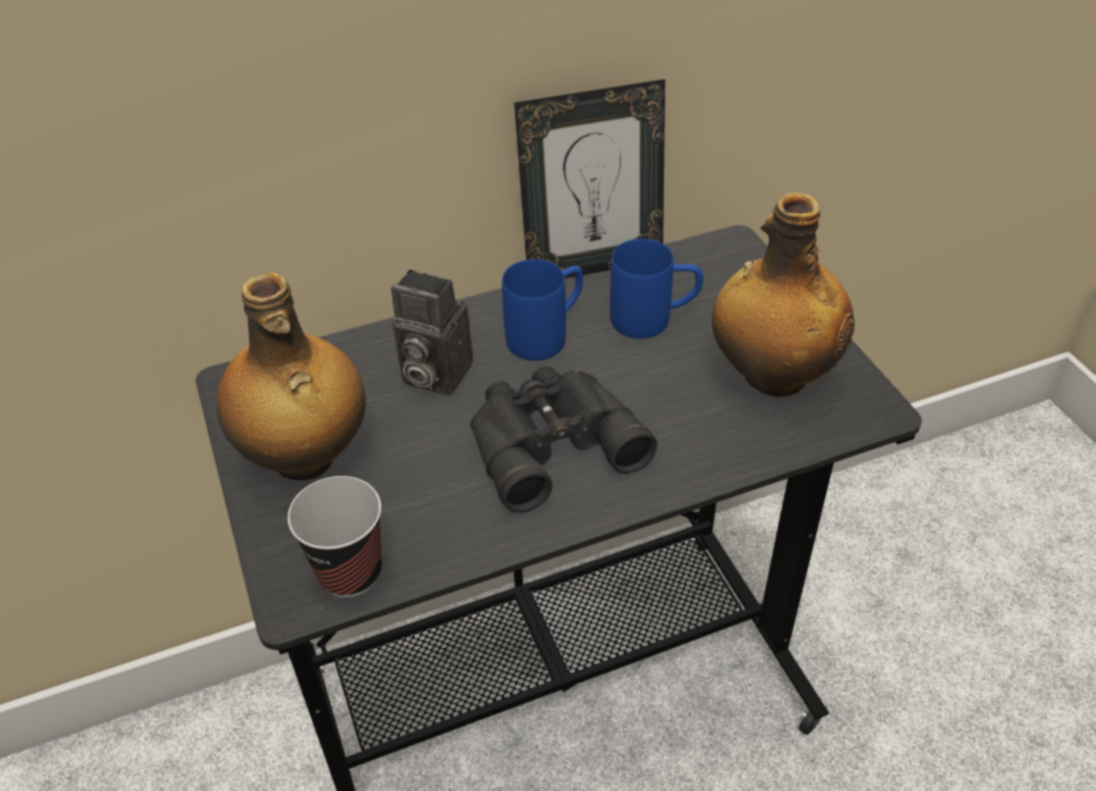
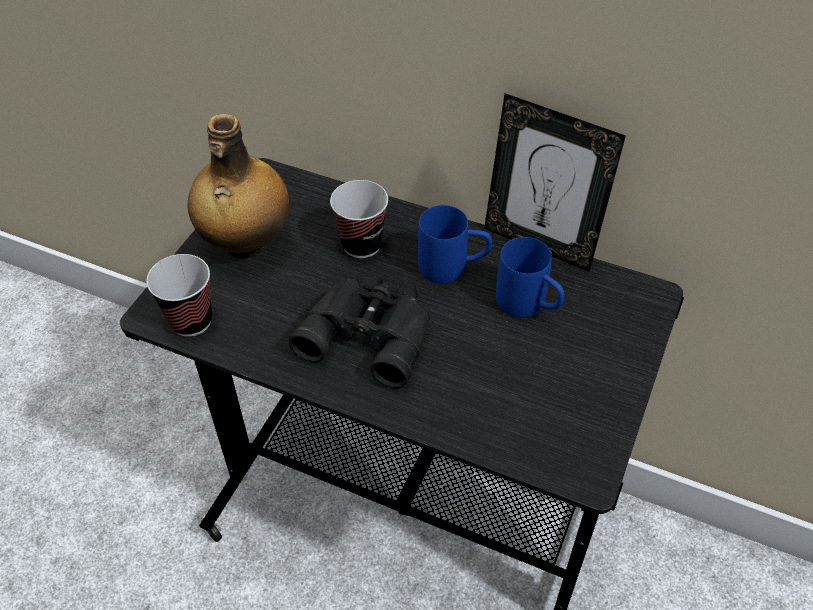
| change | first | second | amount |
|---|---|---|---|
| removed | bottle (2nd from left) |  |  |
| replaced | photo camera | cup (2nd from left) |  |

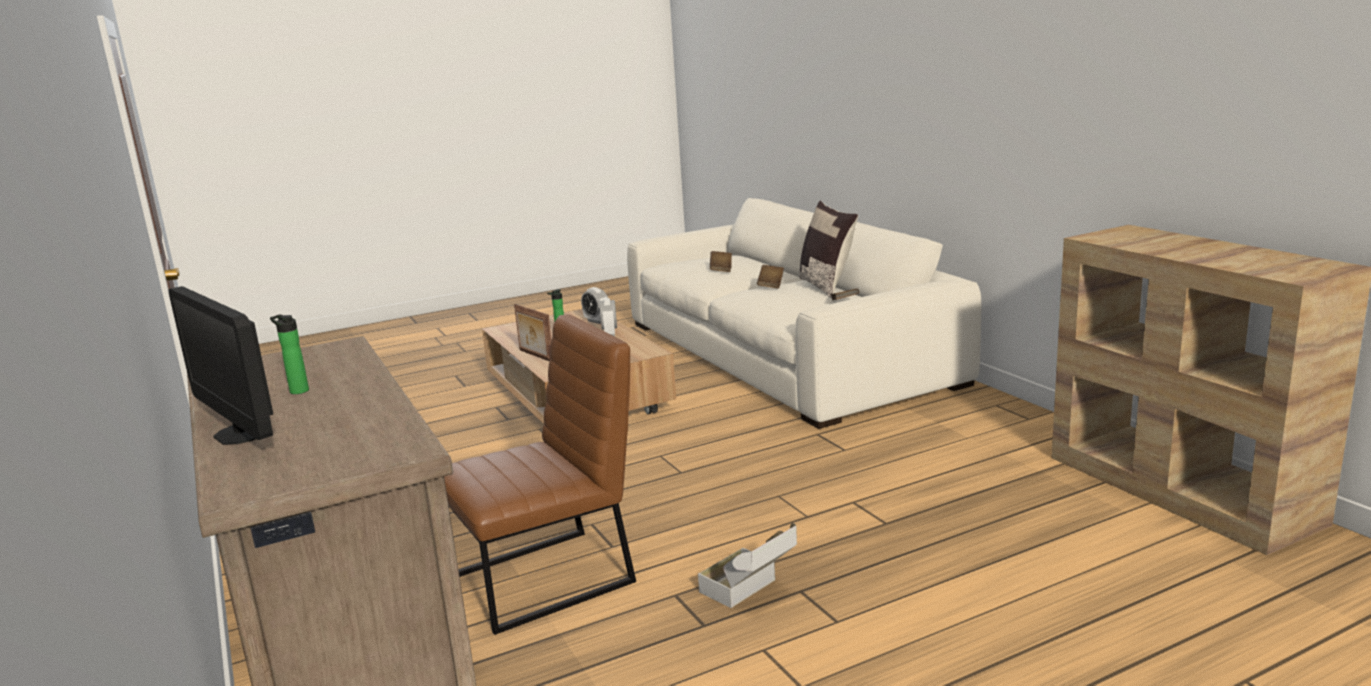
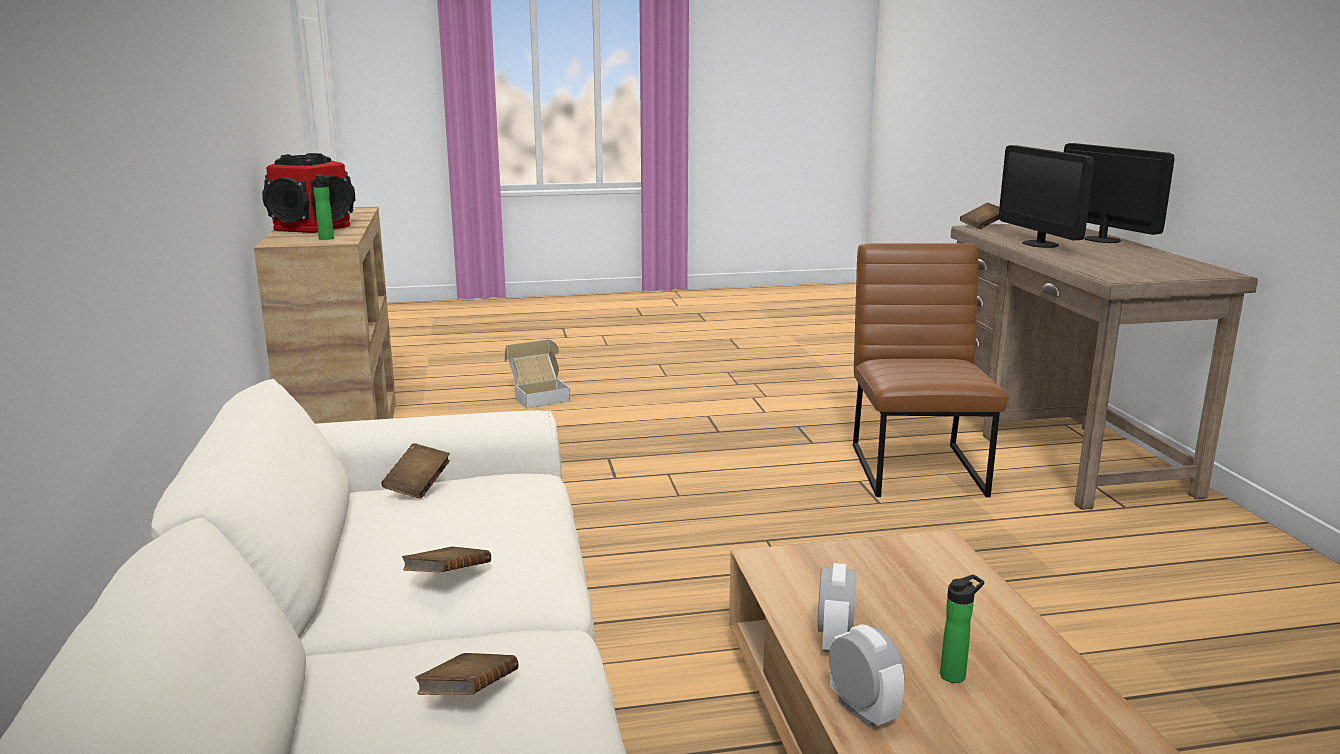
| change | first | second | amount |
|---|---|---|---|
| removed | picture frame |  |  |
| removed | pillow |  |  |
| added |  | speaker |  |
| added |  | book (brown) (4th from left) |  |
| added |  | monitor (1st from left) |  |
| moved | bottle (1st from left) |  |  |
| moved | cardboard box |  |  |
| turned | chair (brown) |  | 105 degrees clockwise |

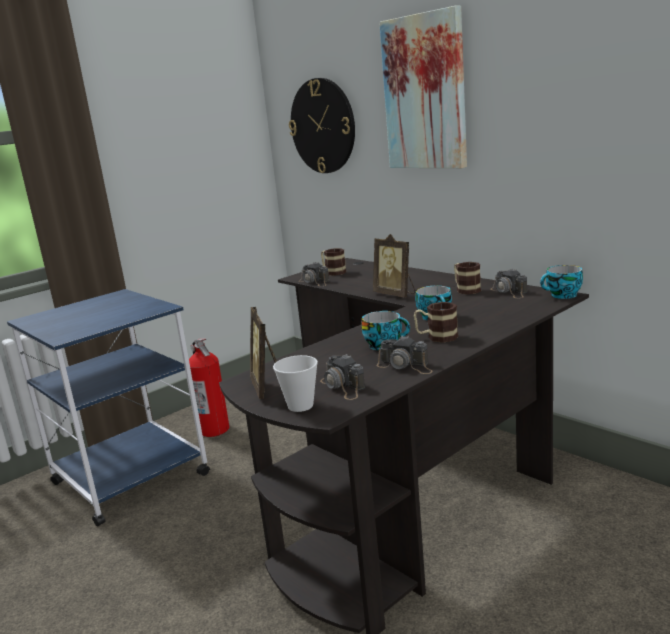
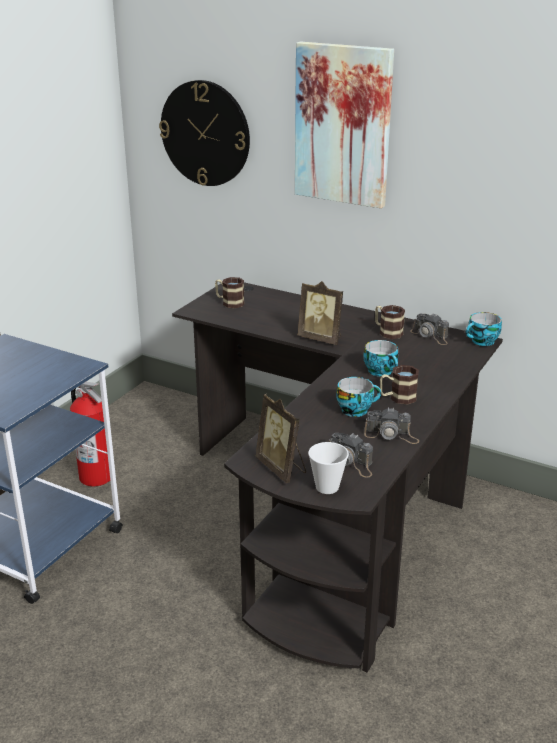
| change | first | second | amount |
|---|---|---|---|
| removed | photo camera (1st from left) |  |  |

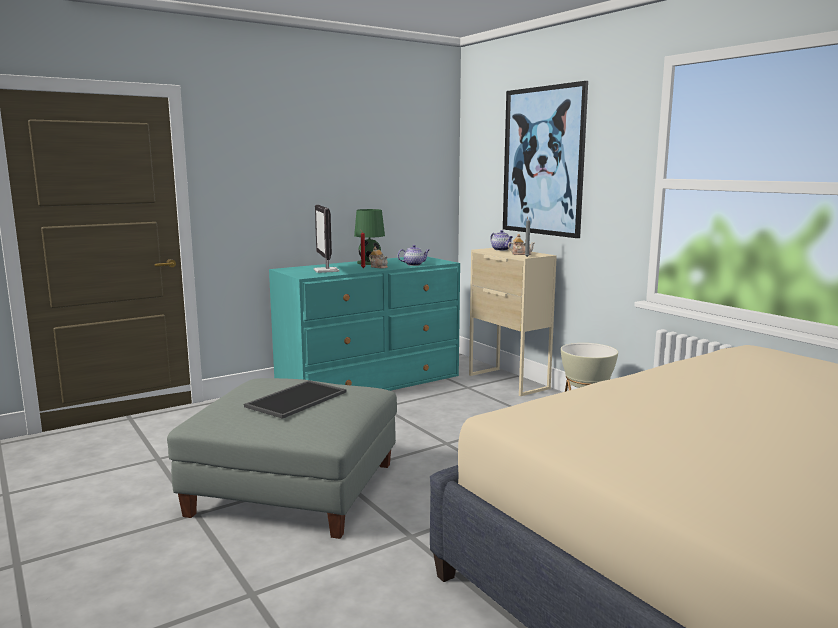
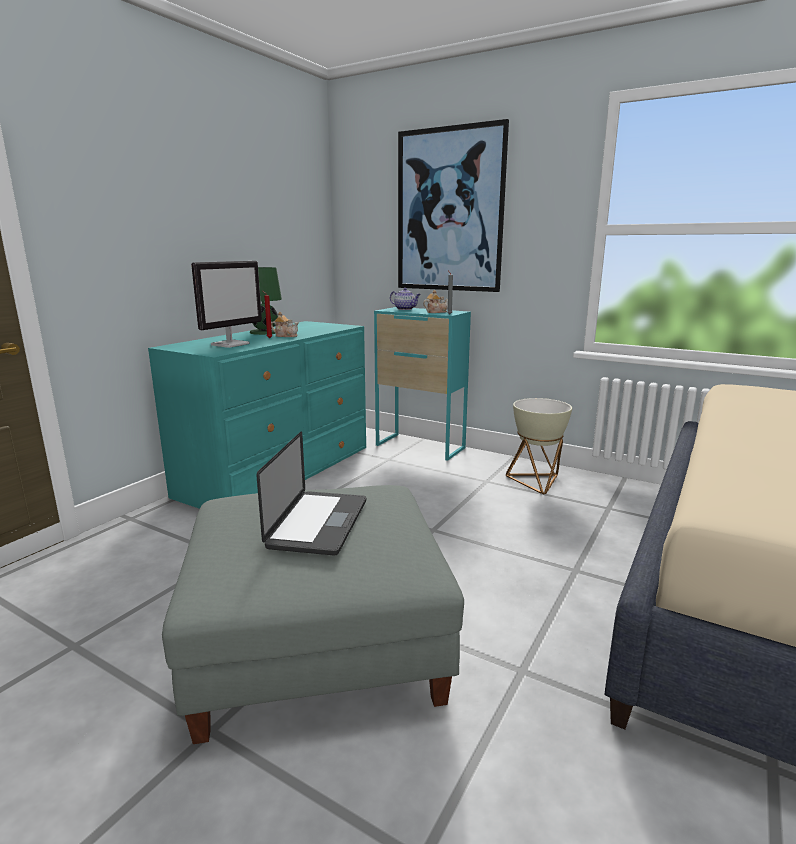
| change | first | second | amount |
|---|---|---|---|
| removed | teapot (2nd from left) |  |  |
| replaced | tray | laptop |  |
| recoloured | cabinet (beige) | cabinet (turquoise) |  |
| turned | monitor |  | 105 degrees counterclockwise |

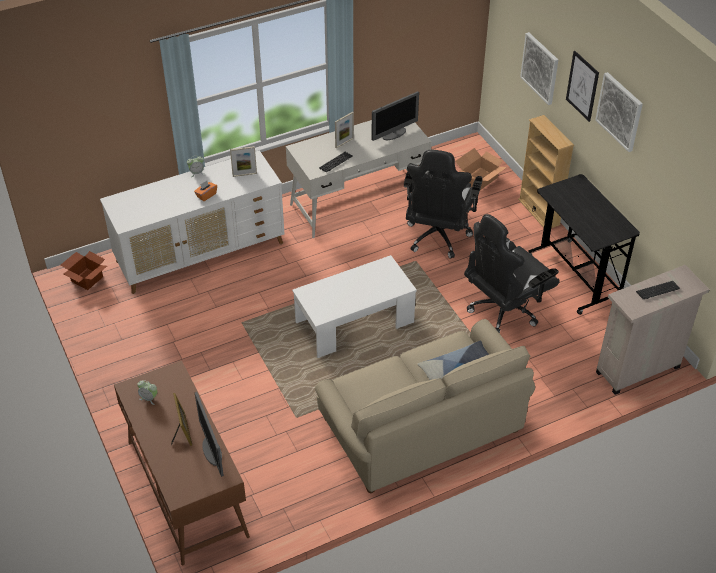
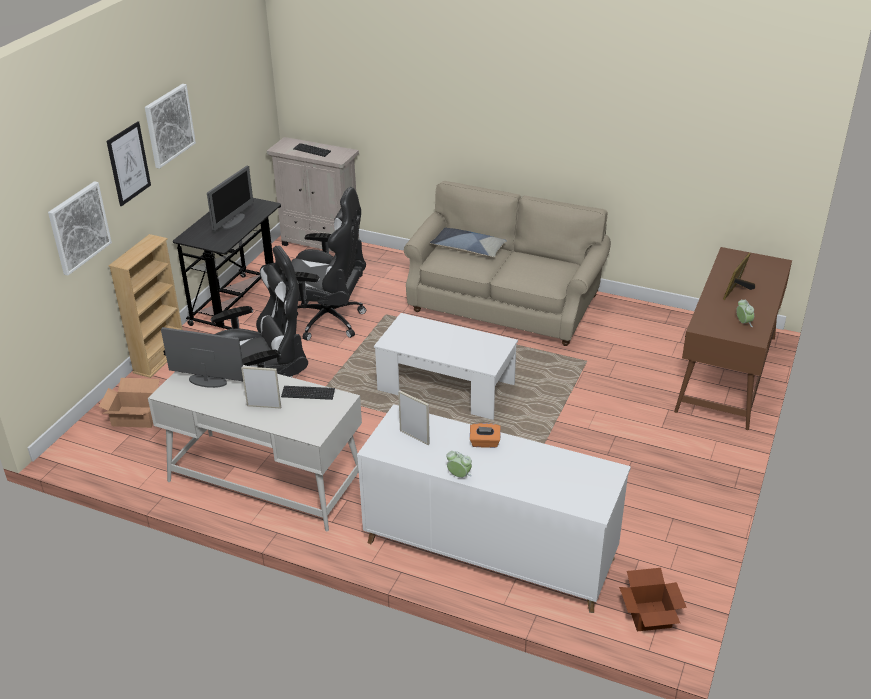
| change | first | second | amount |
|---|---|---|---|
| moved | monitor (1st from left in the first image) | monitor (2nd from left) |  |

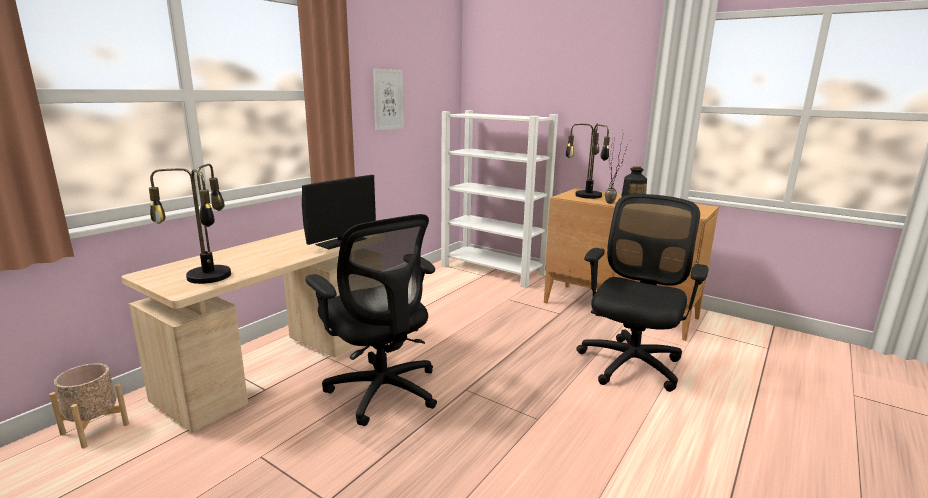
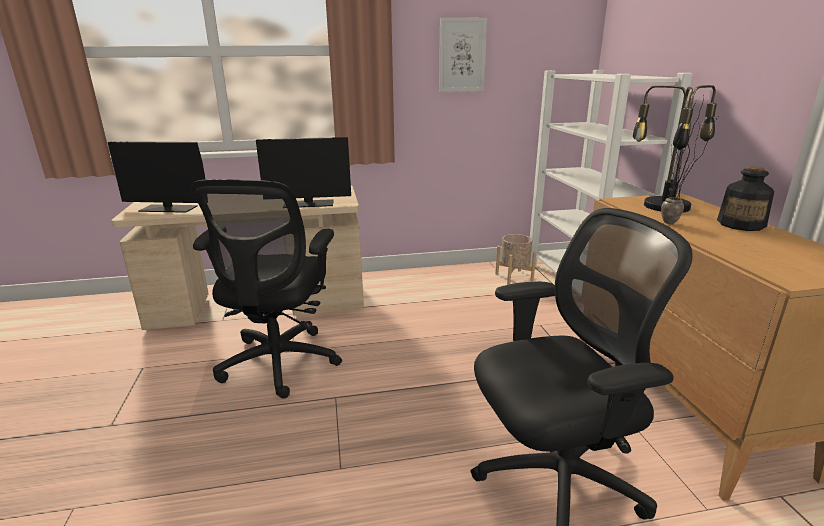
| change | first | second | amount |
|---|---|---|---|
| moved | planter (beige) |  |  |
| replaced | table lamp (1st from left) | monitor (1st from left) |  |

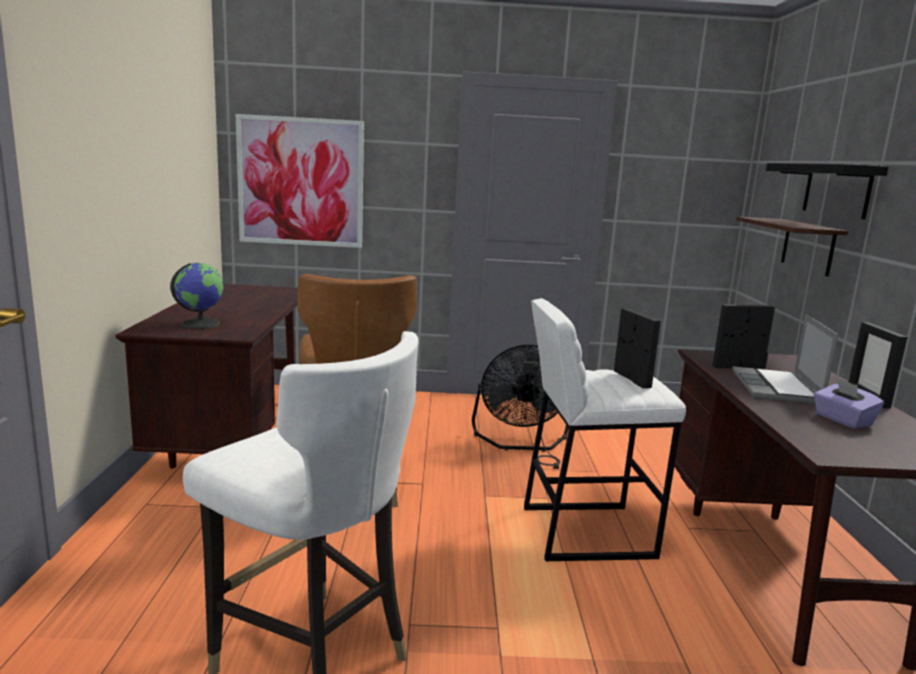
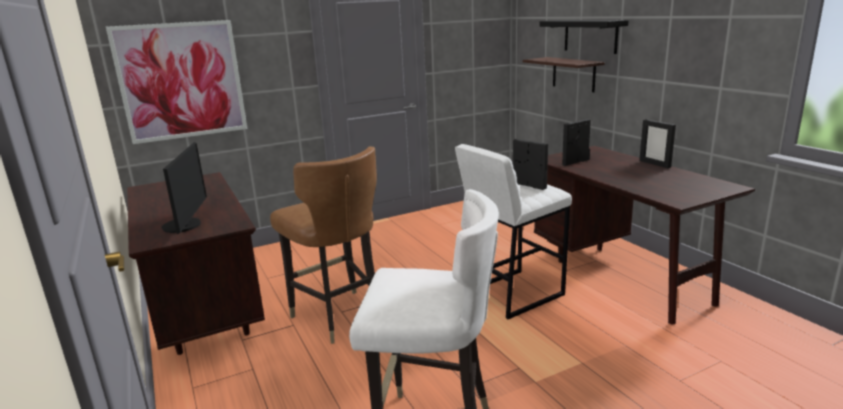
| change | first | second | amount |
|---|---|---|---|
| removed | fan (black) |  |  |
| removed | laptop |  |  |
| removed | tissue box (purple) |  |  |
| replaced | globe | monitor |  |

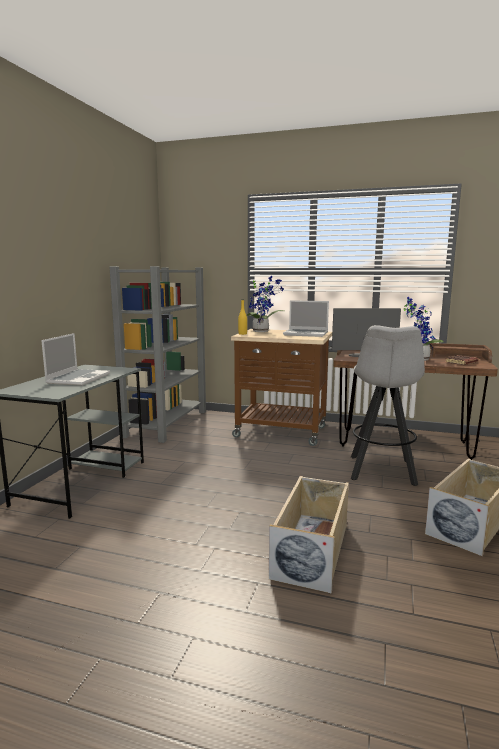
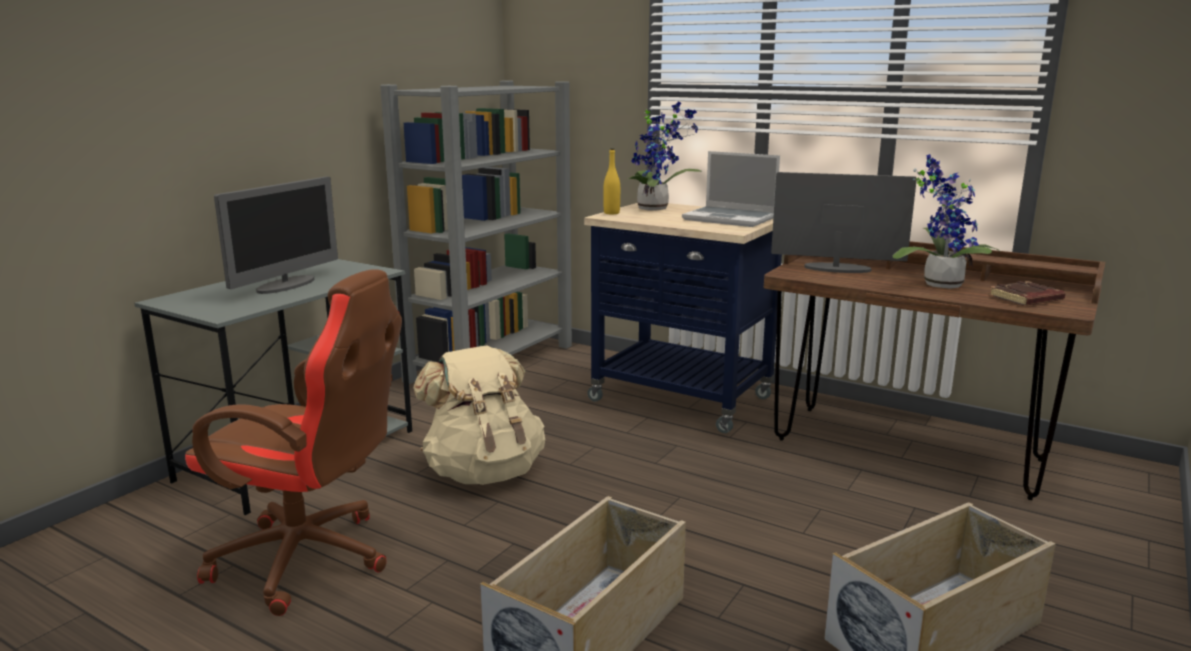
| change | first | second | amount |
|---|---|---|---|
| removed | stool (grey) |  |  |
| added |  | office chair (brown) |  |
| added |  | backpack (beige) |  |
| replaced | laptop (1st from left) | monitor (1st from left) |  |
| recoloured | cart (brown) | cart (blue) |  |

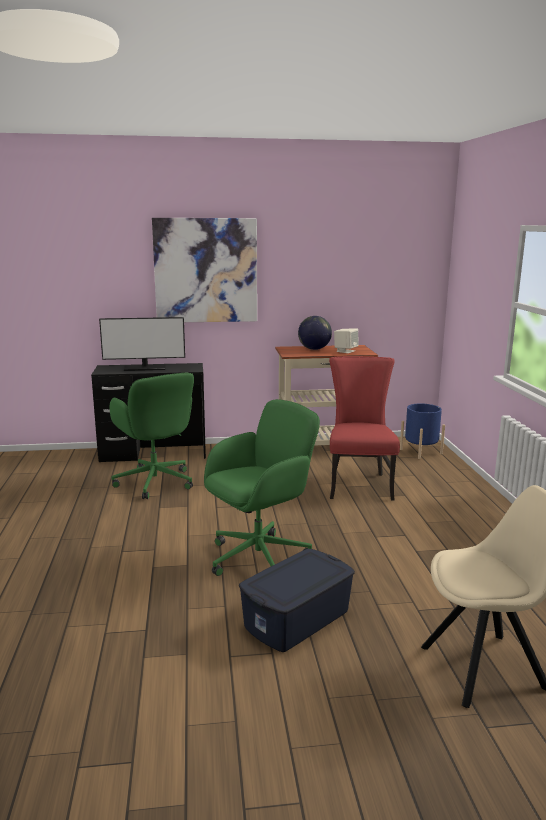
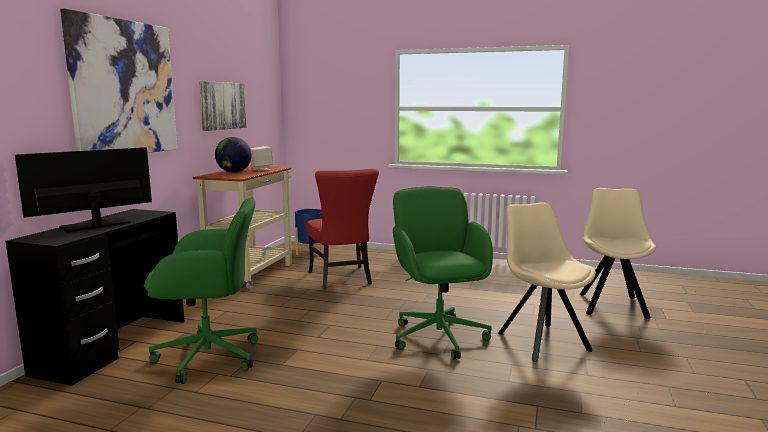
| change | first | second | amount |
|---|---|---|---|
| added |  | picture (2nd from left) |  |
| replaced | storage box (blue) | chair (beige) (1st from left) |  |
| turned | monitor |  | 150 degrees counterclockwise |
| turned | chair (red) |  | 135 degrees counterclockwise |

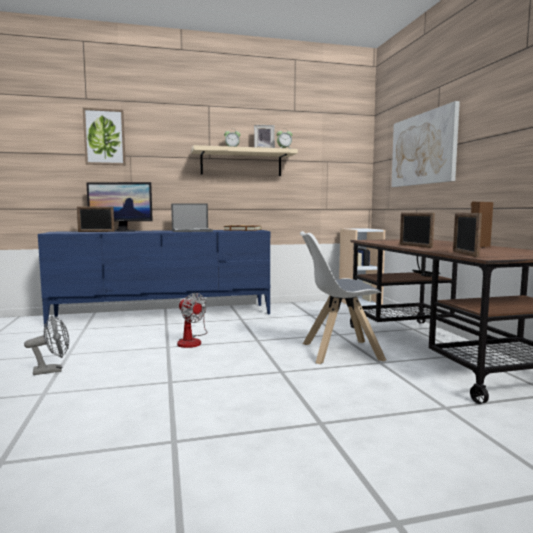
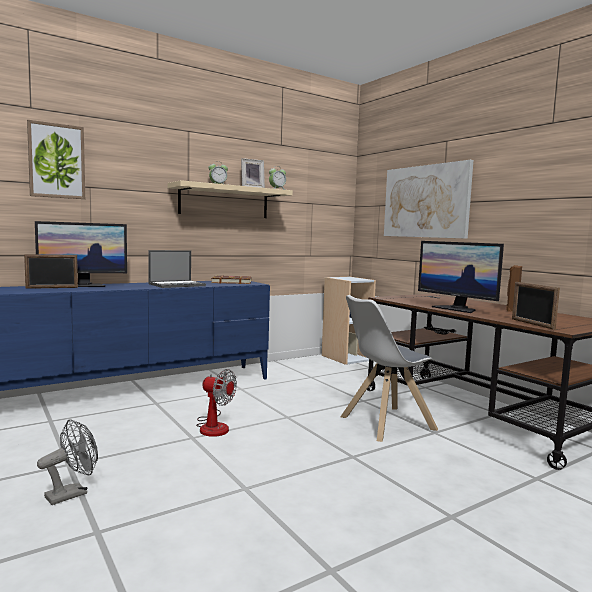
| change | first | second | amount |
|---|---|---|---|
| replaced | picture frame (3rd from left) | monitor (2nd from left) |  |

